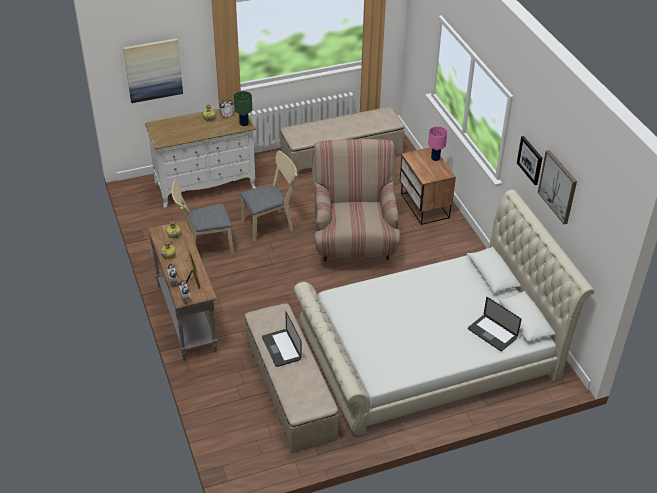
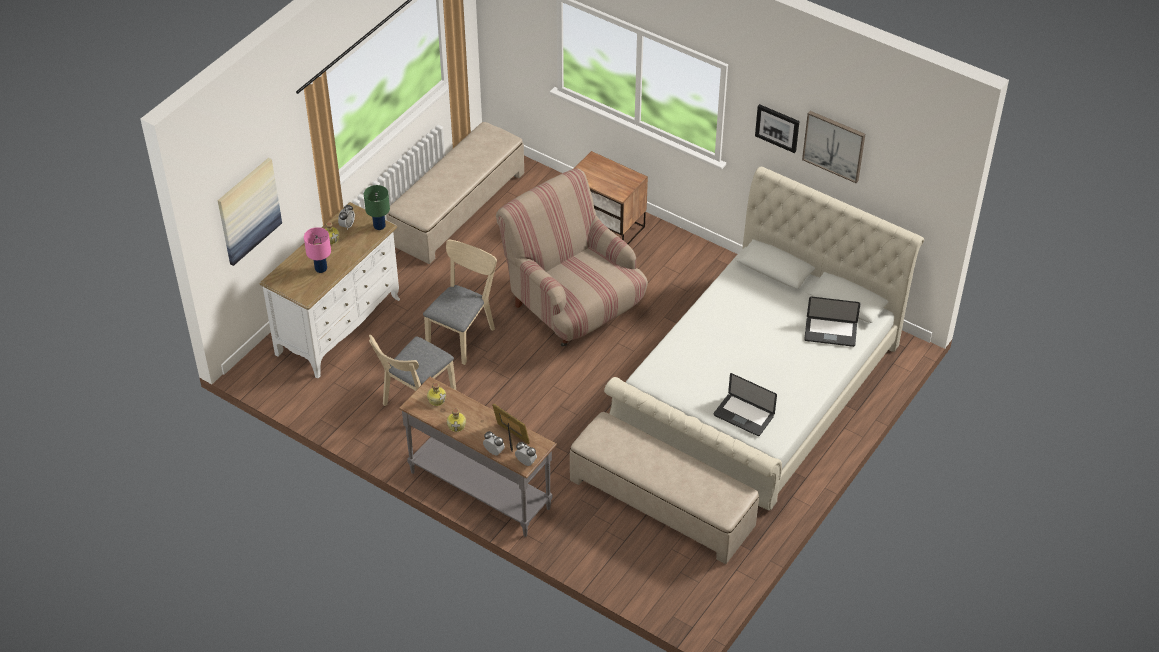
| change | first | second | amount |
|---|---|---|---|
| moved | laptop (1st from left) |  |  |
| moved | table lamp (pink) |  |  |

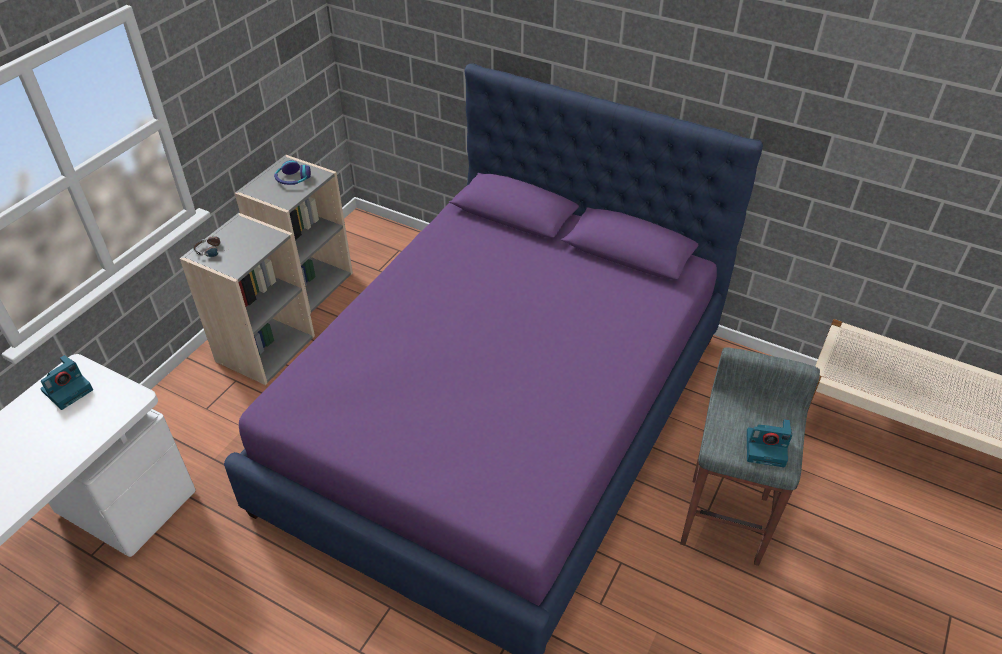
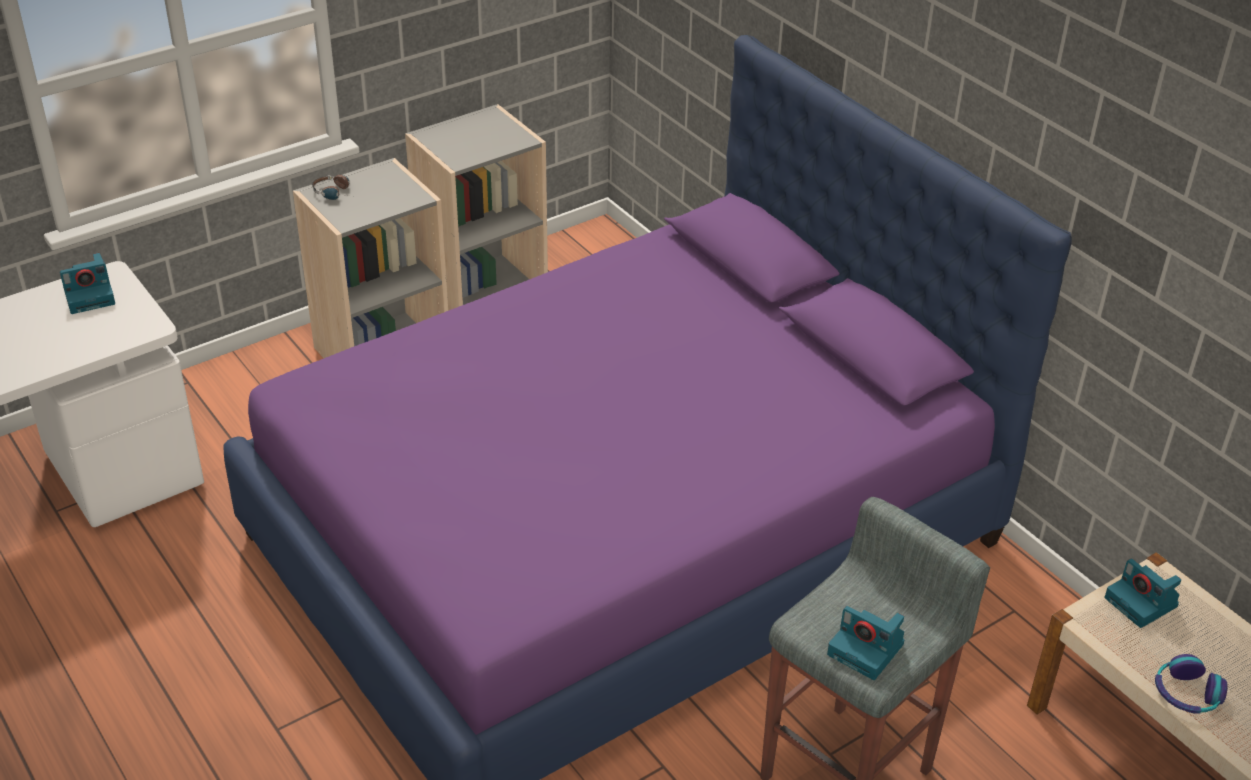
| change | first | second | amount |
|---|---|---|---|
| added |  | photo camera (3rd from left) |  |
| moved | headphones (2nd from left) |  |  |

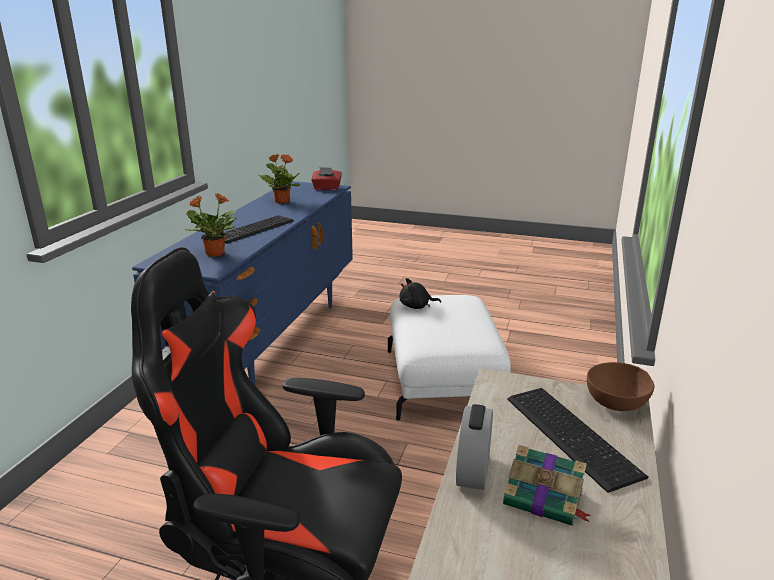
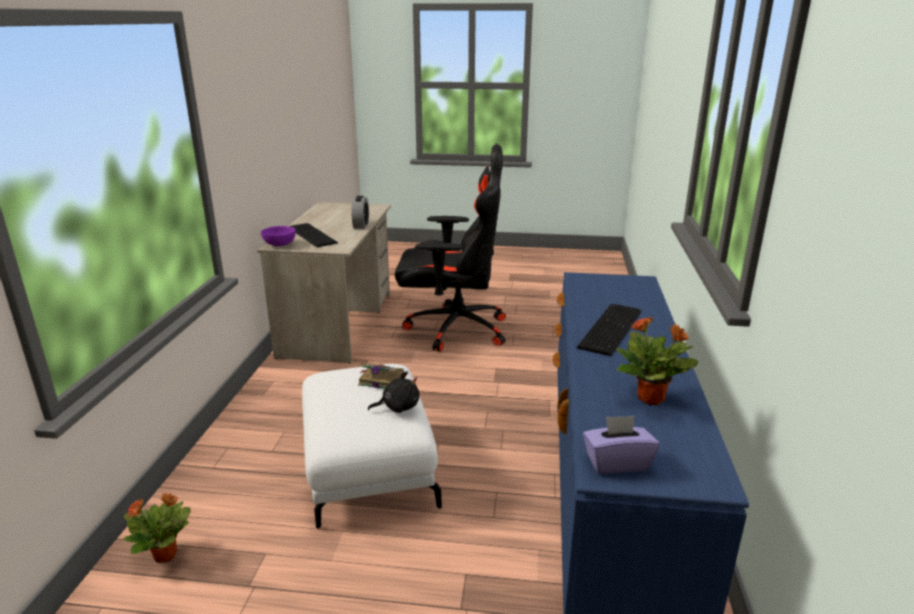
| change | first | second | amount |
|---|---|---|---|
| moved | potted plant (1st from left) |  |  |
| moved | book |  |  |
| recoloured | tissue box (red) | tissue box (purple) |  |
| recoloured | bowl (brown) | bowl (purple) |  |

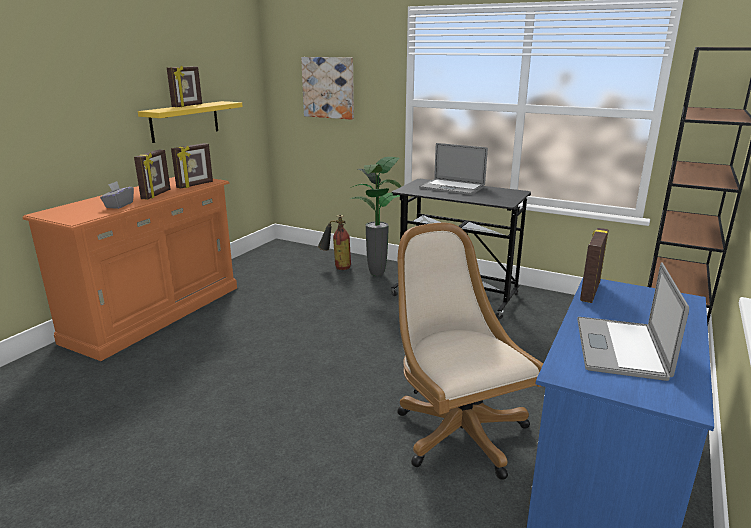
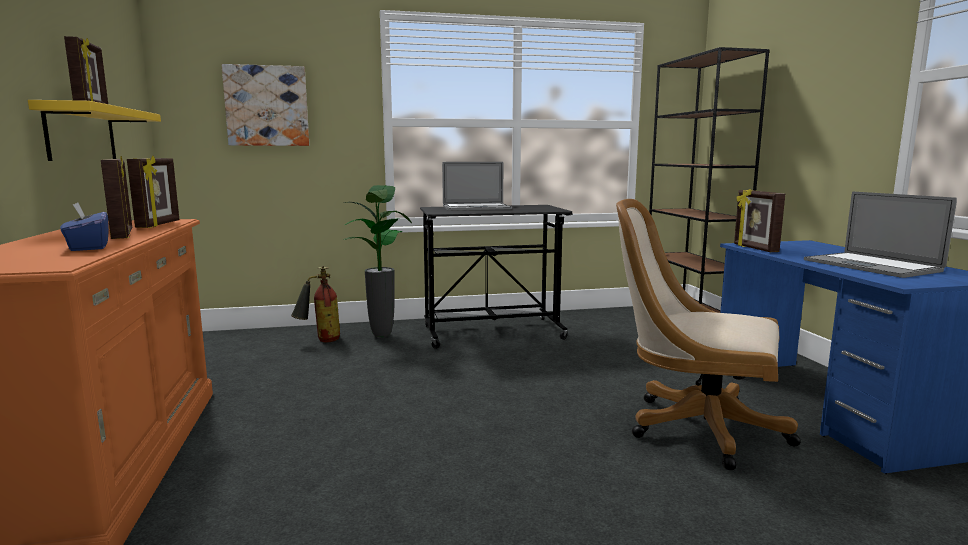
| change | first | second | amount |
|---|---|---|---|
| recoloured | tissue box (grey) | tissue box (blue) |  |

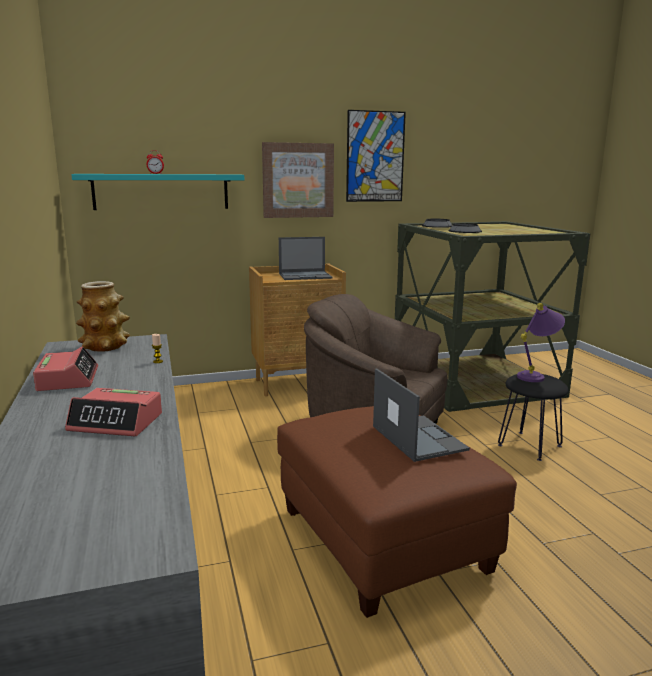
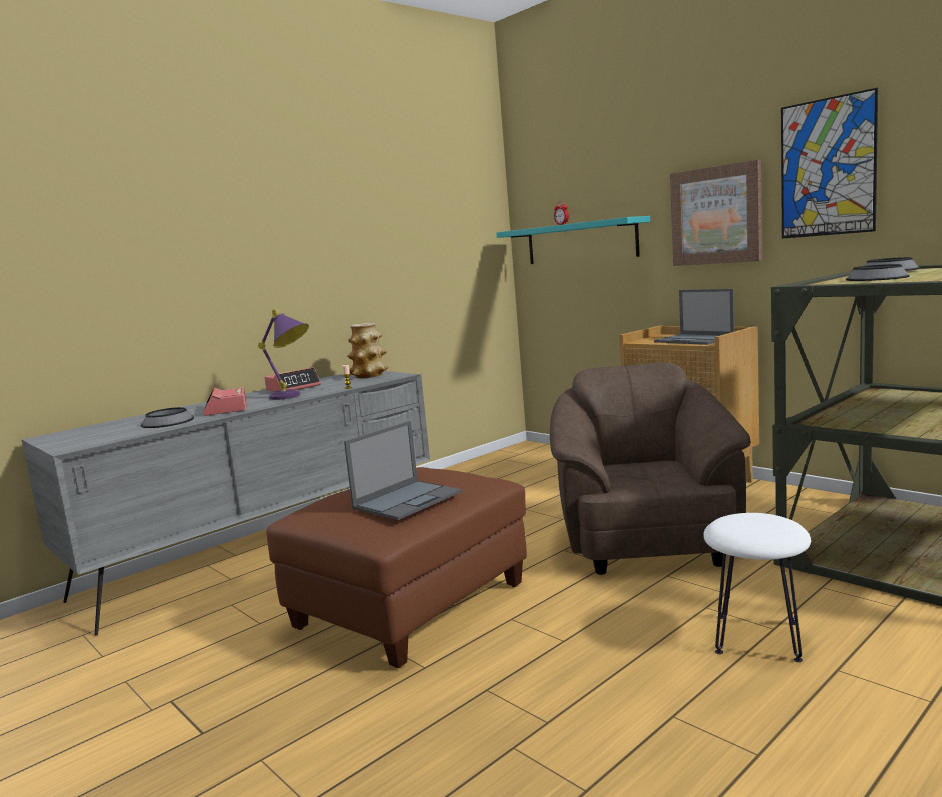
| change | first | second | amount |
|---|---|---|---|
| added |  | bowl (1st from left) |  |
| moved | table lamp (purple) |  |  |
| recoloured | stool (black) | stool (white) |  |

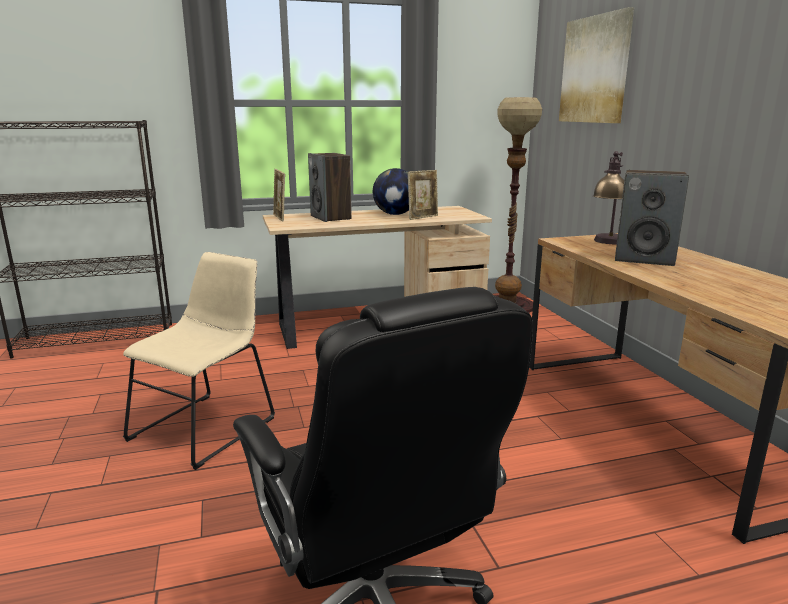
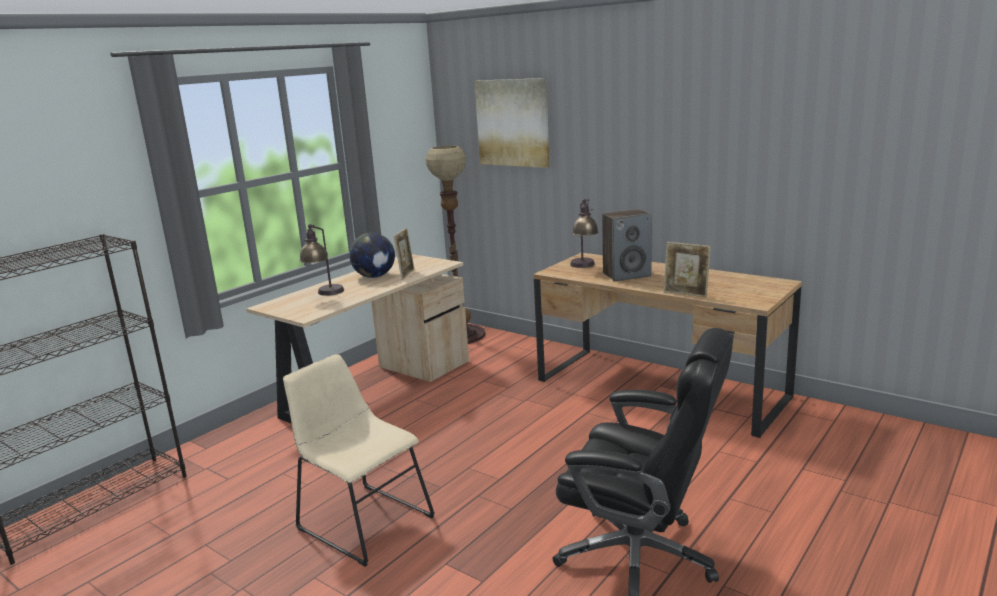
| change | first | second | amount |
|---|---|---|---|
| moved | picture frame (1st from left in the first image) | picture frame (2nd from left) |  |
| replaced | speaker (1st from left) | table lamp (1st from left) |  |
| turned | chair (beige) |  | 45 degrees counterclockwise |

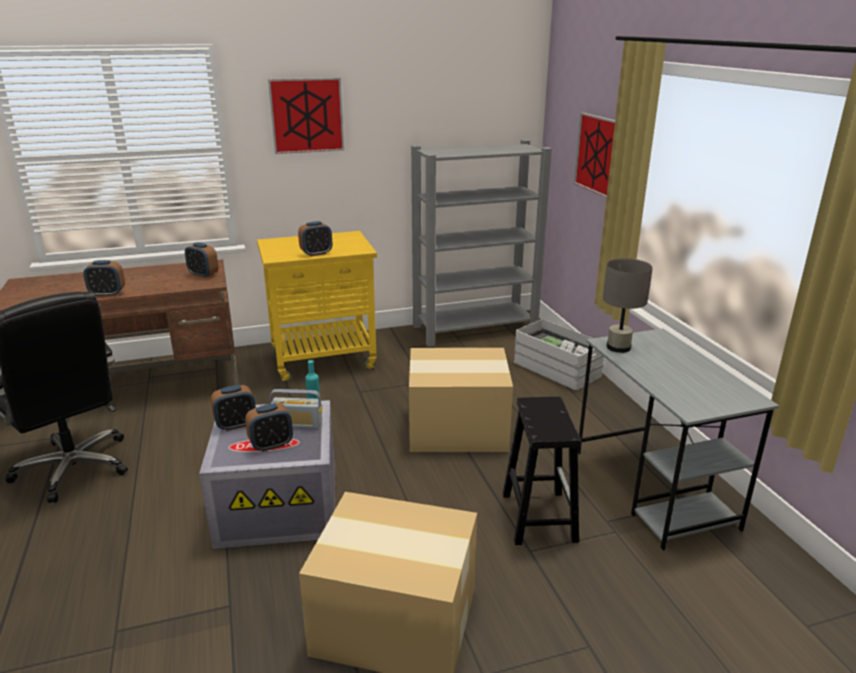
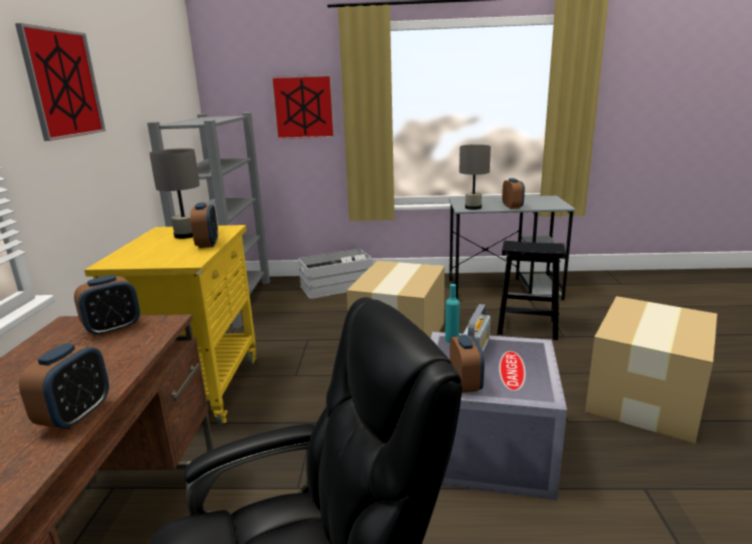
| change | first | second | amount |
|---|---|---|---|
| added |  | table lamp (grey) (1st from left) |  |
| moved | alarm clock (4th from left in the first image) | alarm clock (5th from left) |  |

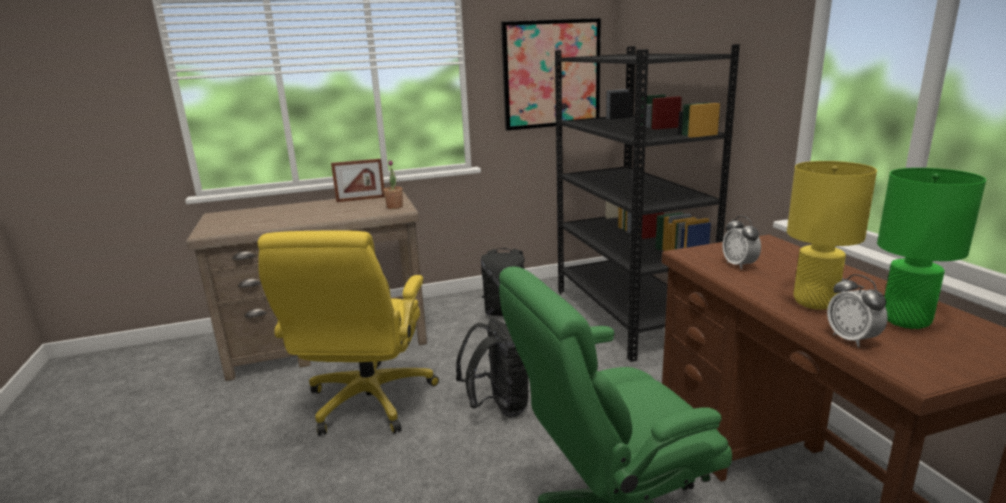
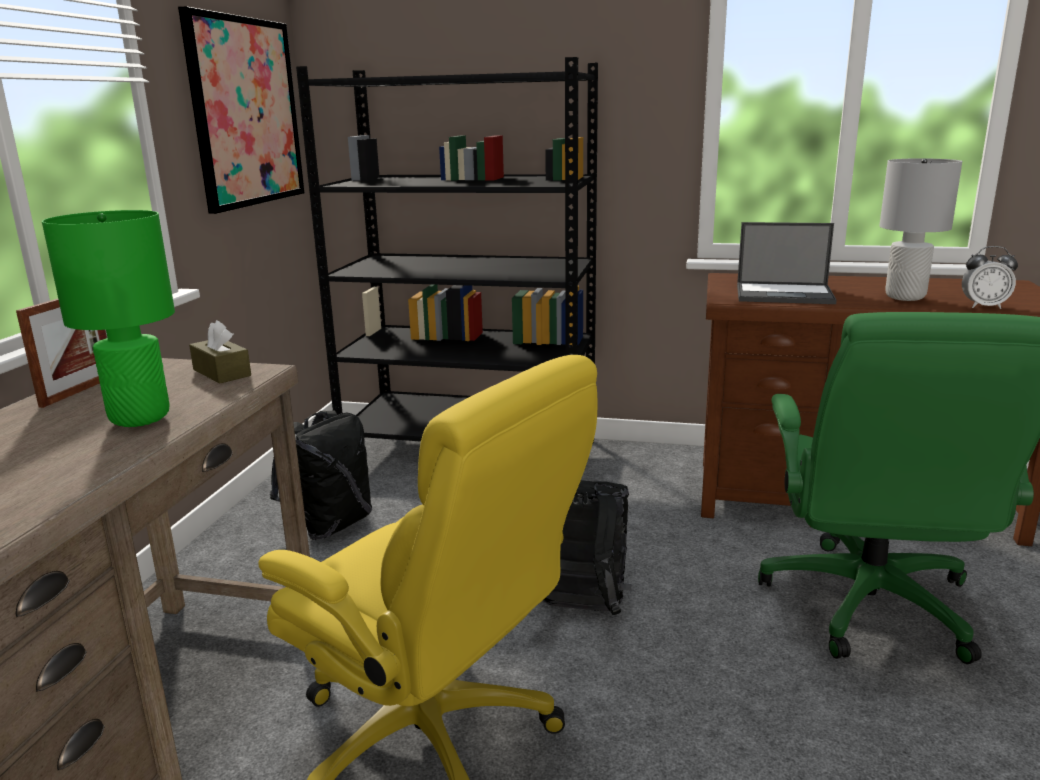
| change | first | second | amount |
|---|---|---|---|
| moved | table lamp (green) |  |  |
| replaced | potted plant | tissue box (brown) |  |
| replaced | alarm clock (1st from left) | laptop |  |
| recoloured | table lamp (yellow) | table lamp (grey) |  |

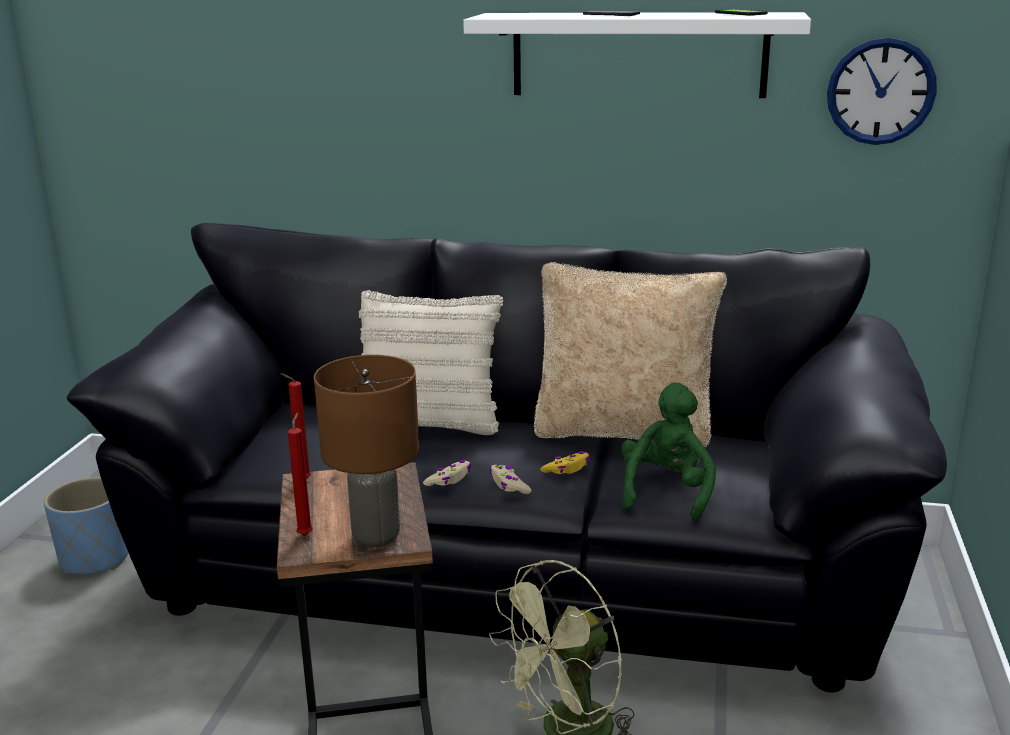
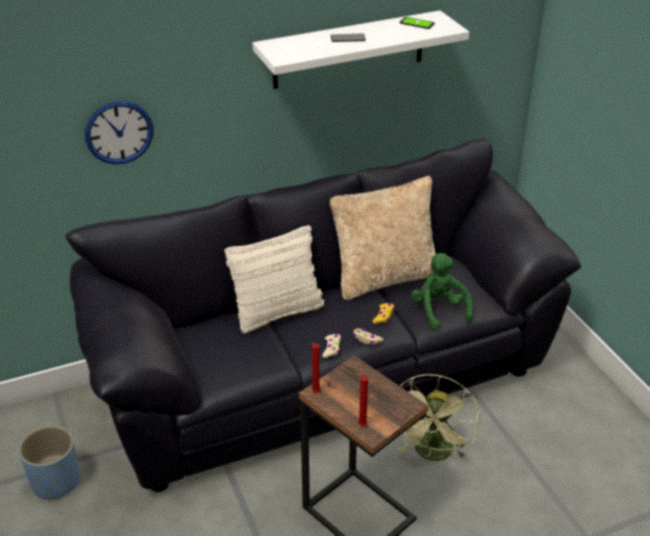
| change | first | second | amount |
|---|---|---|---|
| removed | table lamp (brown) |  |  |
| moved | wall clock |  |  |

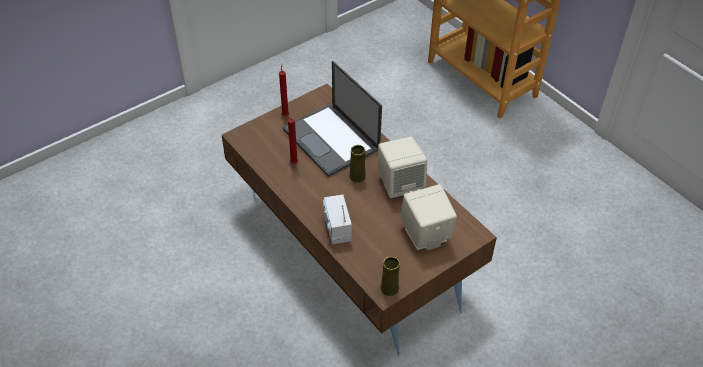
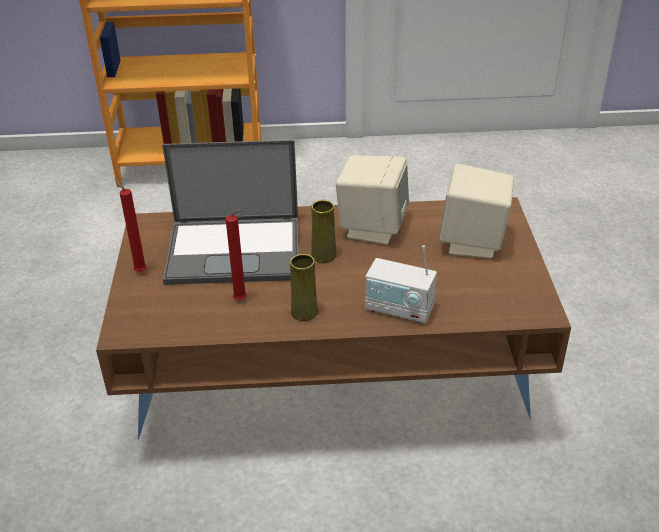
| change | first | second | amount |
|---|---|---|---|
| moved | vase (yellow) (2nd from left in the first image) | vase (yellow) (1st from left) |  |

